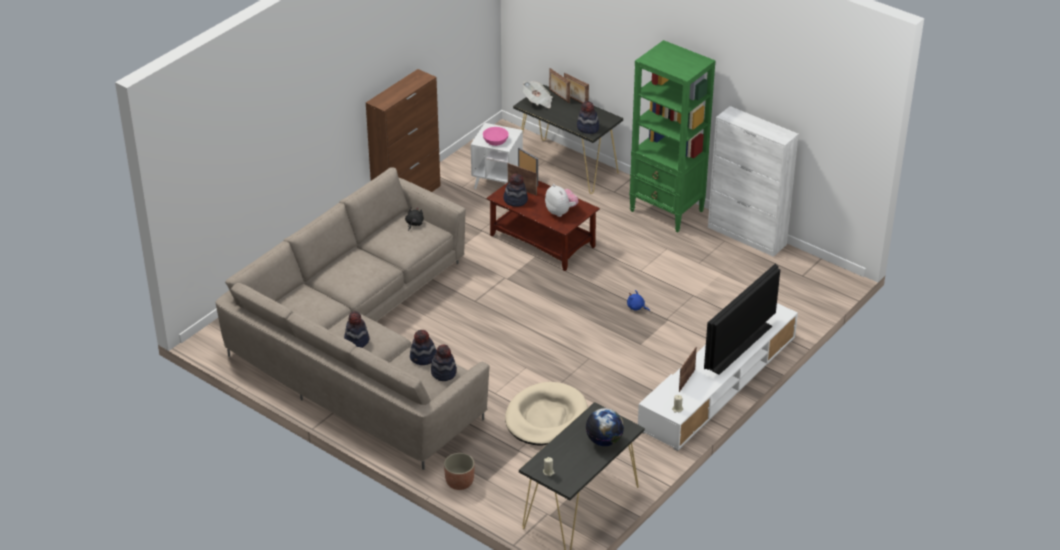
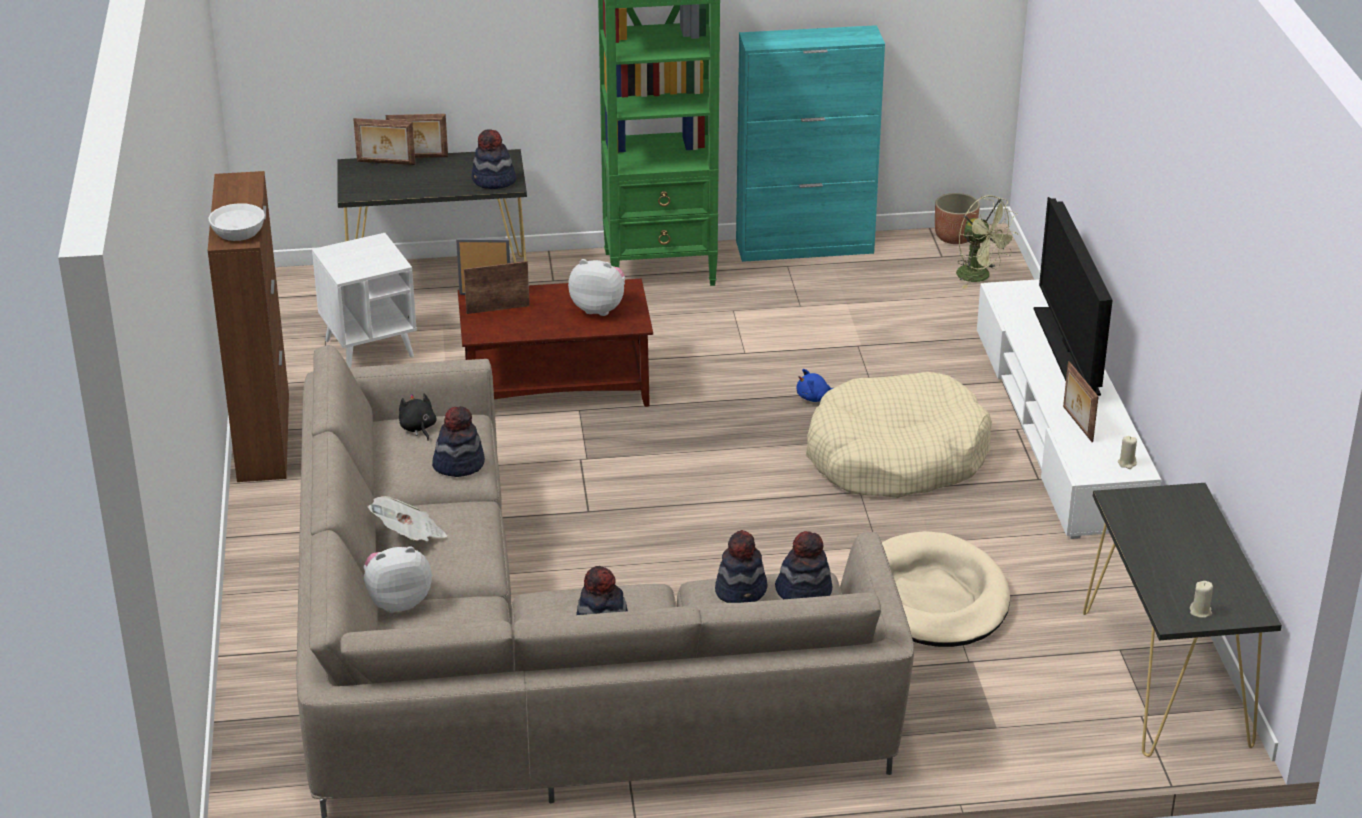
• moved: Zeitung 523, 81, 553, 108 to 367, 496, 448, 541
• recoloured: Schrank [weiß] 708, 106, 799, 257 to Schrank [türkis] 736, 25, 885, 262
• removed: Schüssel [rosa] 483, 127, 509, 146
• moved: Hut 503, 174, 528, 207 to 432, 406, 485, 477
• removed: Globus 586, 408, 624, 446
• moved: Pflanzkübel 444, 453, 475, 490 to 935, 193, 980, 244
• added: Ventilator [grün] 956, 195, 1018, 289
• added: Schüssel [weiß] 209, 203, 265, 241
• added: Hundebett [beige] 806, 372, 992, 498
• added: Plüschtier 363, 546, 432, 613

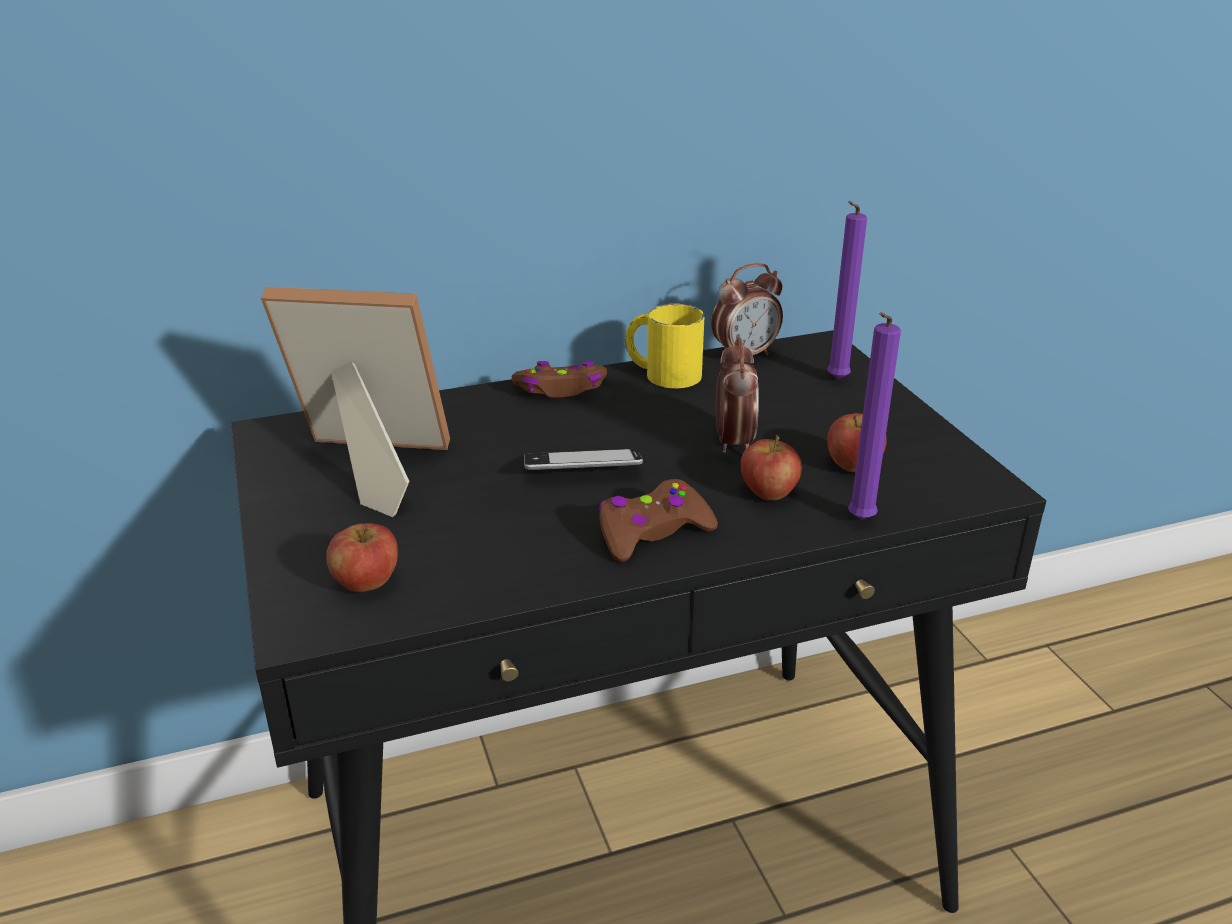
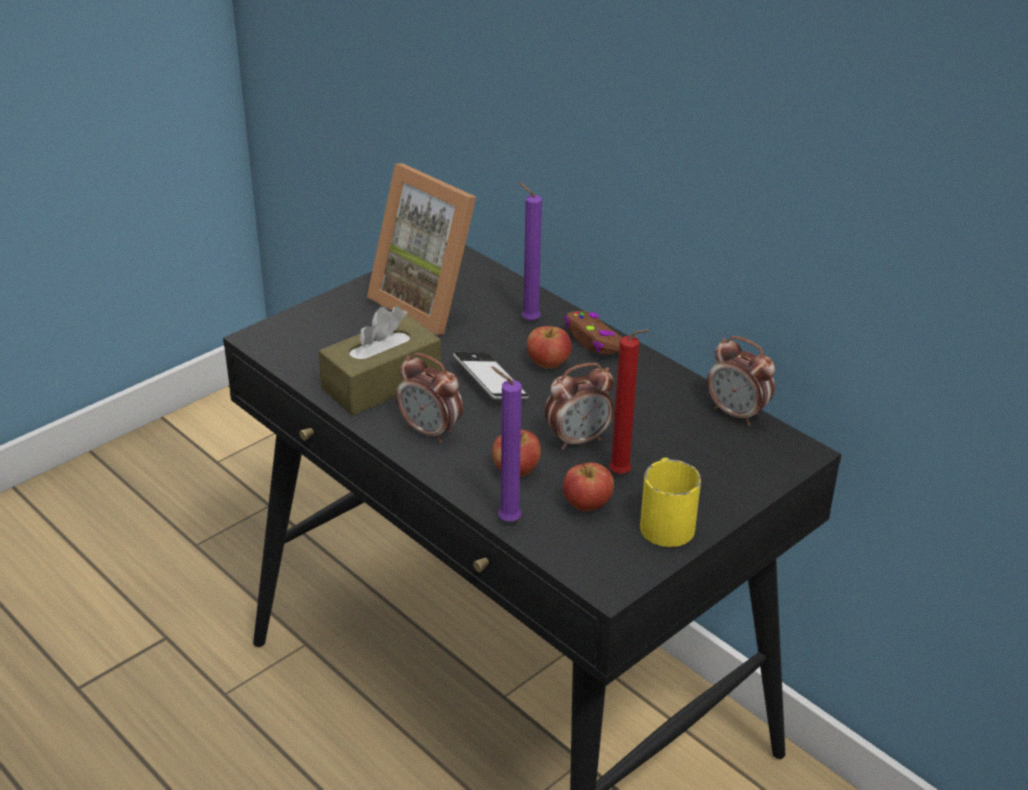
• moved: Kerze [lila] 827, 201, 867, 379 to 517, 181, 542, 321
• turned: Bilderrahmen 261, 287, 450, 517 = 367, 163, 476, 335 150 degrees clockwise
• moved: Henkelbecher [gelb] 625, 304, 705, 388 to 640, 458, 701, 547
• replaced: Gamepad [braun] 598, 479, 718, 562 to Wecker 396, 353, 463, 443
• moved: Apfel 326, 523, 398, 592 to 527, 326, 572, 369
• added: Taschentuchbox [braun] 318, 306, 441, 416
• added: Kerze [rot] 609, 329, 650, 474

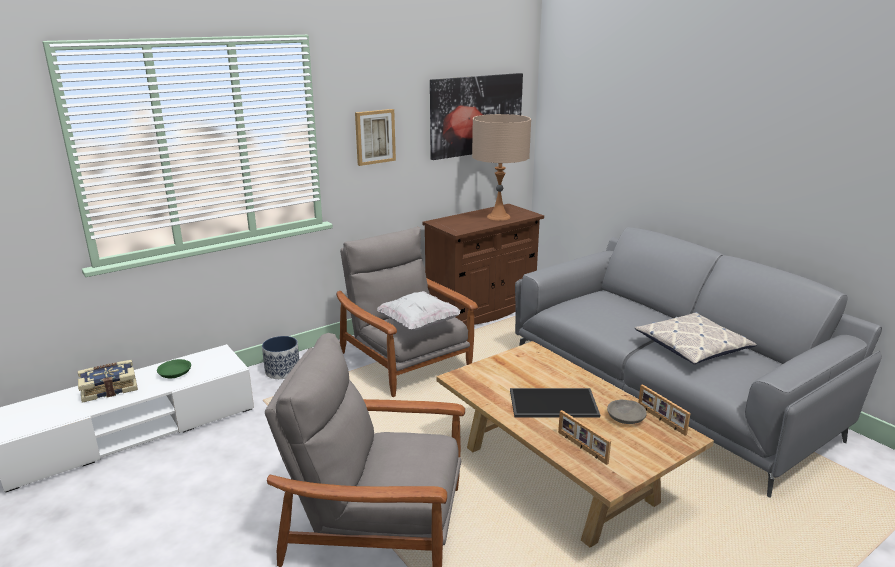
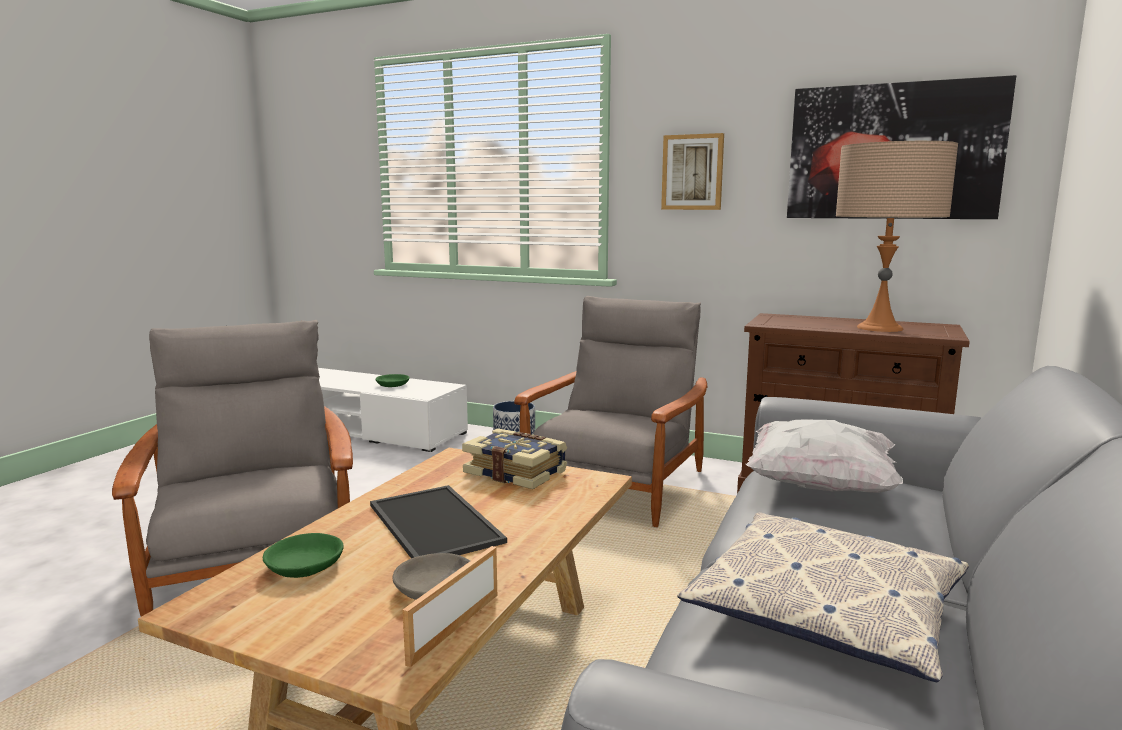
• moved: Kissen [weiß] 377, 291, 460, 331 to 745, 420, 903, 493
• moved: Buch 78, 360, 138, 403 to 462, 428, 567, 489
• replaced: Bilderrahmen 558, 410, 611, 465 to Schüssel [grün] 263, 533, 344, 578

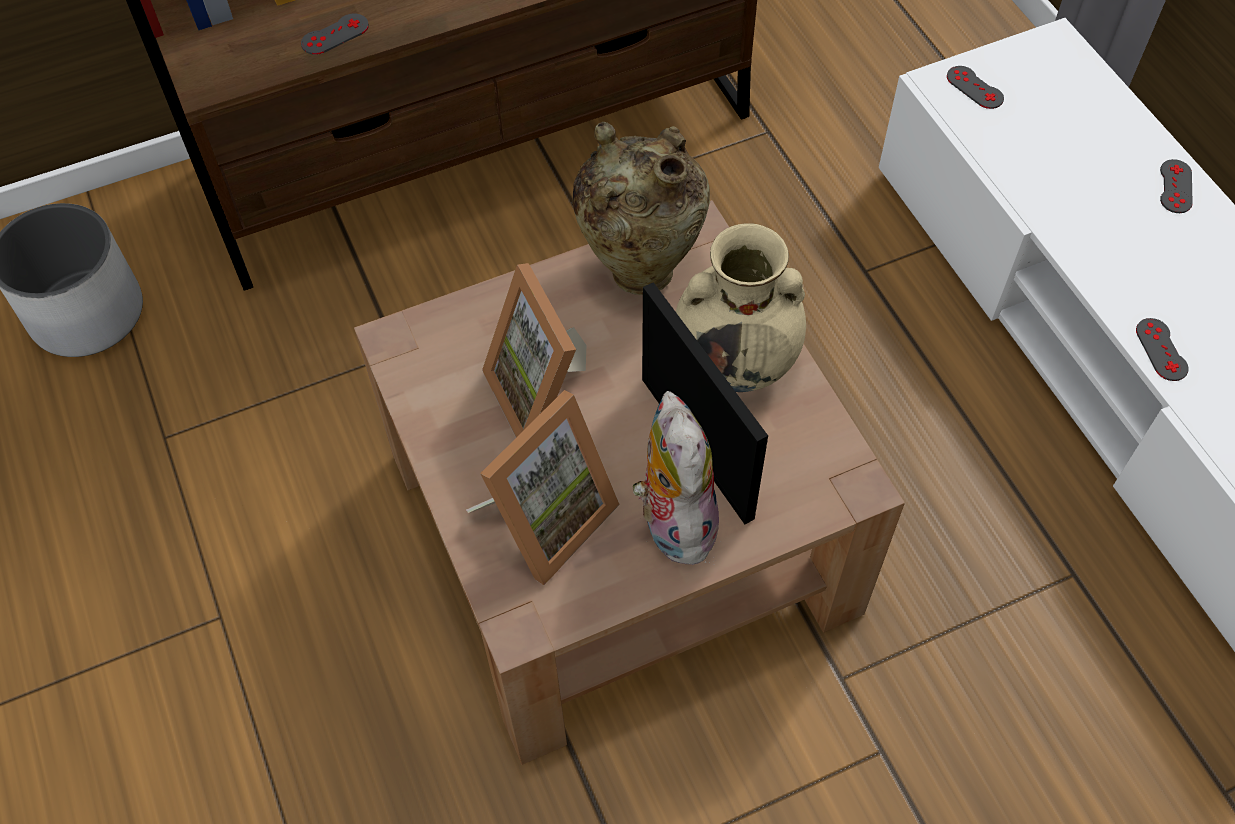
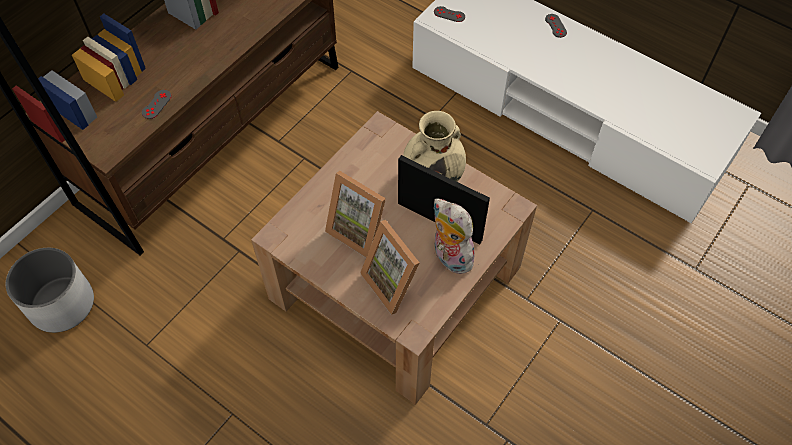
• removed: Vase [beige] 573, 122, 710, 295
• removed: Gamepad [grau] 1136, 318, 1189, 381
• turned: Bilderrahmen 466, 390, 620, 585 = 360, 220, 419, 315 135 degrees clockwise

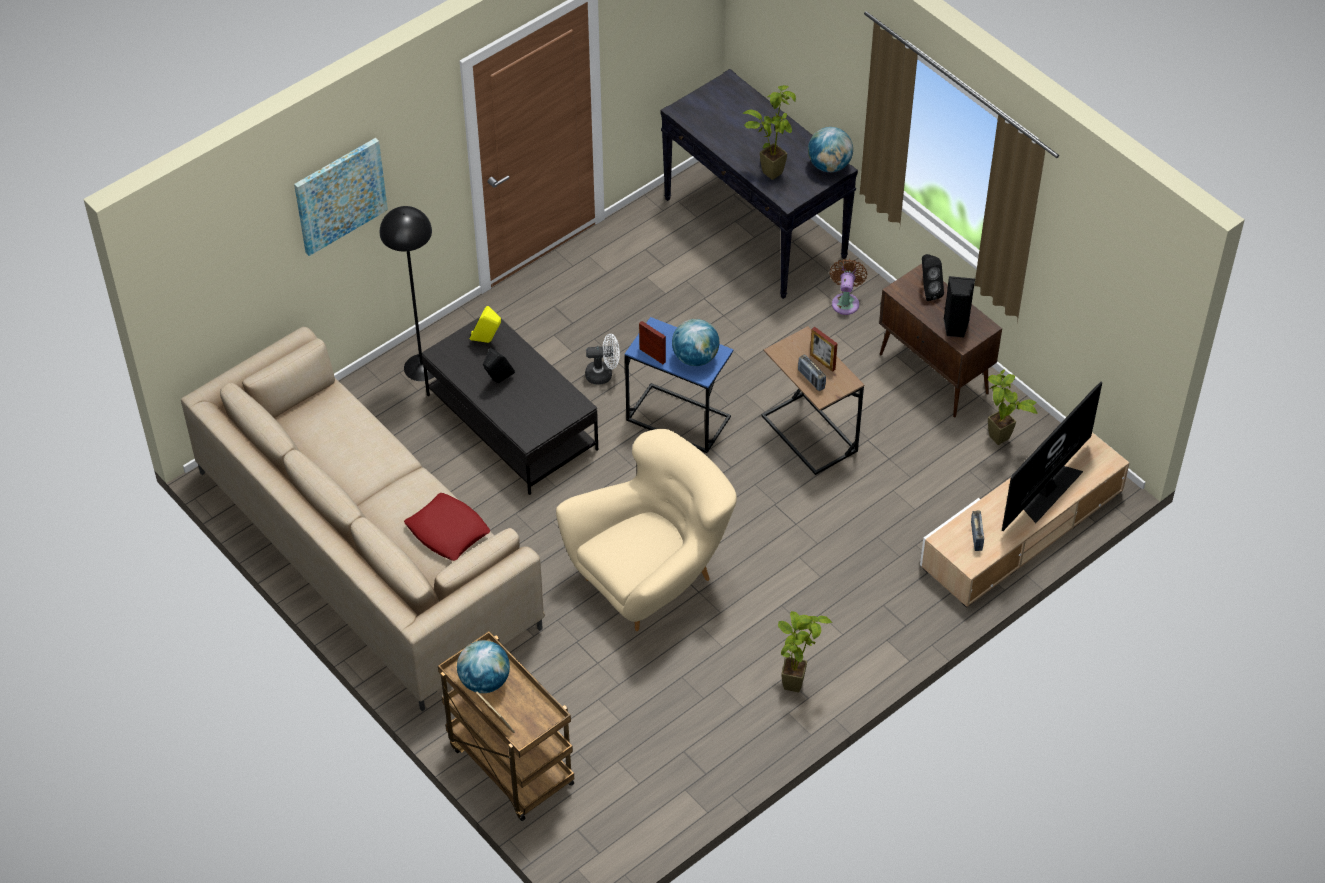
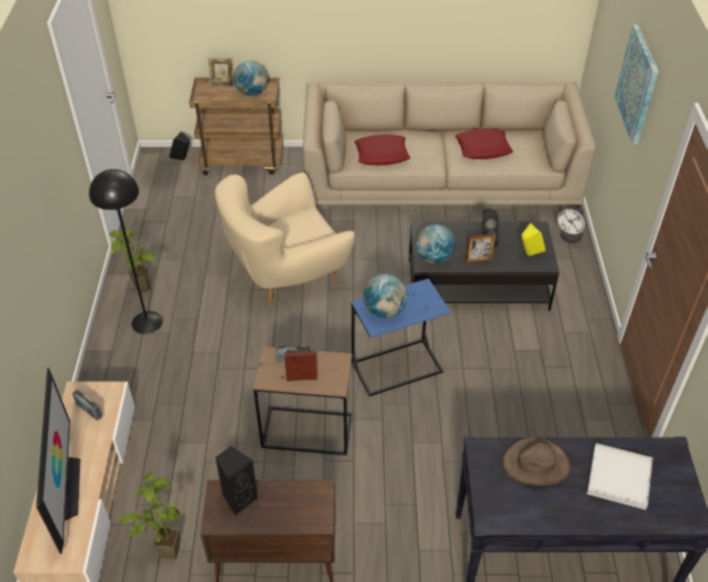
• replaced: Topfpflanze 742, 85, 796, 180 to Hut [braun] 503, 437, 570, 486
• moved: Globus 808, 127, 853, 172 to 416, 224, 456, 264
• moved: Stehlampe [schwarz] 380, 206, 434, 381 to 89, 169, 163, 334
• moved: Lautsprecher [schwarz] 922, 254, 944, 301 to 169, 132, 190, 160
• removed: Ventilator [braun] 829, 259, 867, 315
• moved: Bilderrahmen 639, 321, 666, 364 to 466, 233, 495, 263
• moved: Ventilator [weiß] 585, 334, 620, 385 to 558, 208, 585, 243
• turned: Sessel [beige] 556, 429, 737, 631 = 215, 173, 355, 306 60 degrees clockwise
• added: Kissen [rot] 455, 128, 513, 159
• added: Tablett [weiß] 587, 443, 653, 510

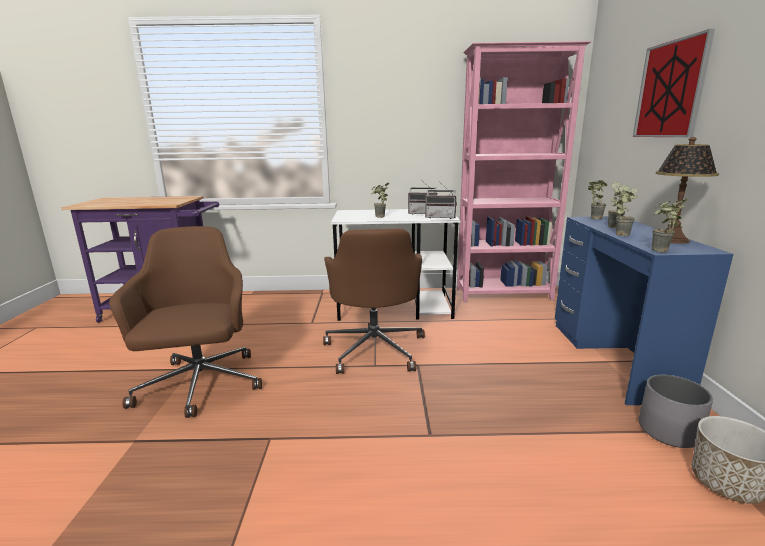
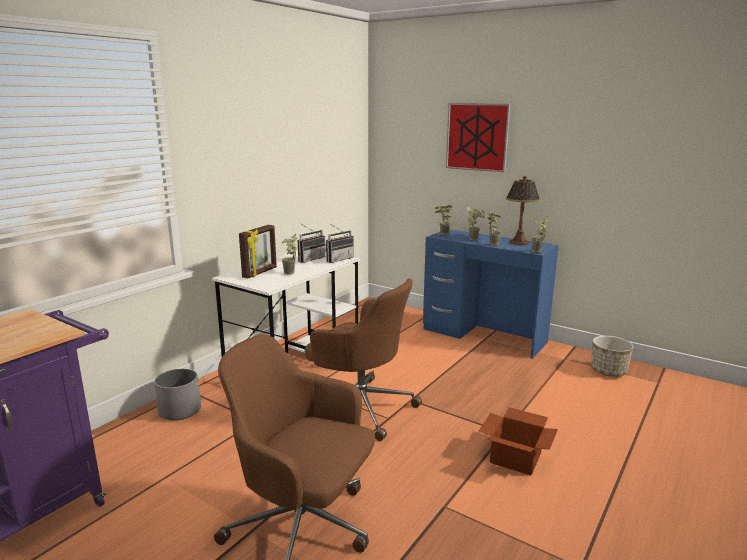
• removed: Bücherregal [rosa] 457, 41, 591, 302
• moved: Pflanzkübel [grau] 639, 375, 713, 448 to 154, 369, 201, 421
• added: Bilderrahmen 239, 225, 277, 278
• added: Karton 479, 407, 558, 475

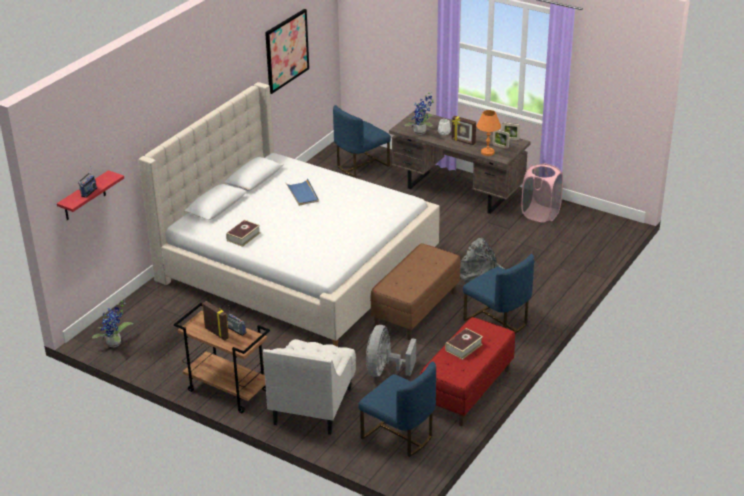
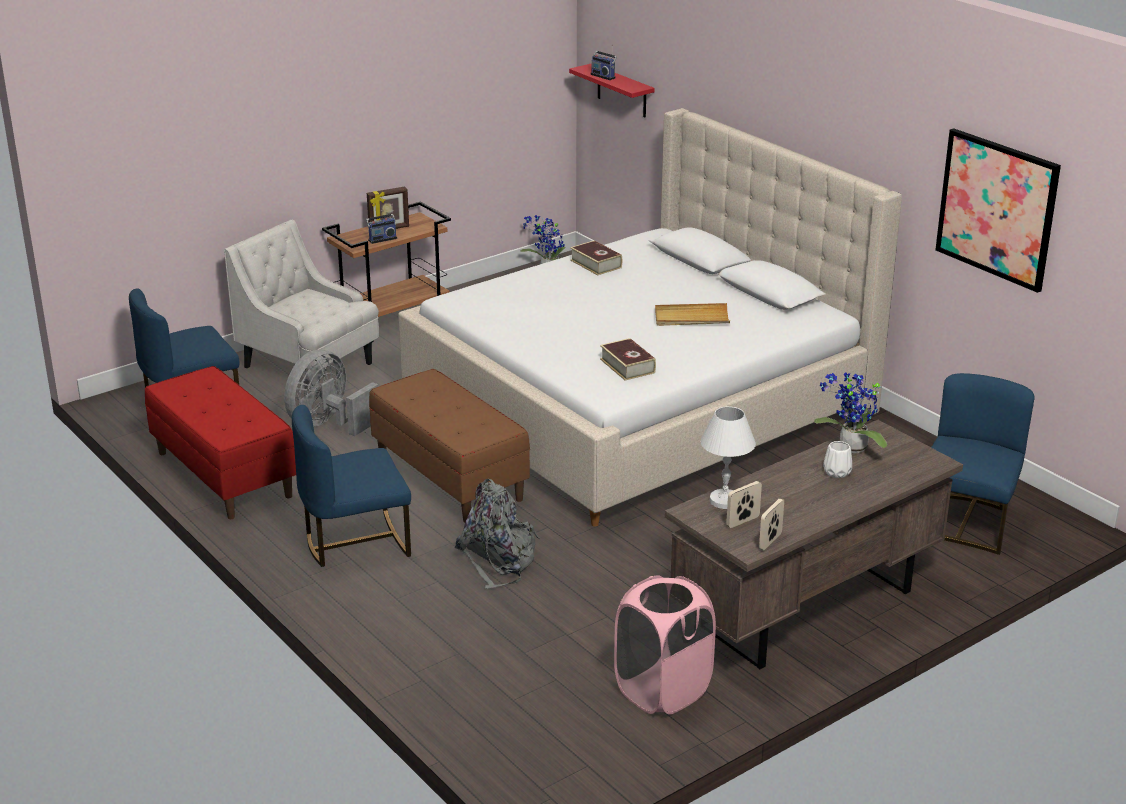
• turned: Stuhl [blau] 333, 105, 391, 177 = 931, 373, 1035, 555 45 degrees clockwise
• recoloured: Tischlampe [orange] 477, 110, 501, 156 to Tischlampe [weiß] 700, 406, 756, 509
• removed: Bilderrahmen 452, 116, 476, 145
• recoloured: Tablett [blau] 286, 178, 319, 206 to Tablett [beige] 655, 303, 730, 326
• turned: Ventilator [grau] 366, 325, 416, 377 = 284, 350, 378, 436 90 degrees counterclockwise
• moved: Buch 445, 328, 483, 360 to 600, 338, 656, 380

